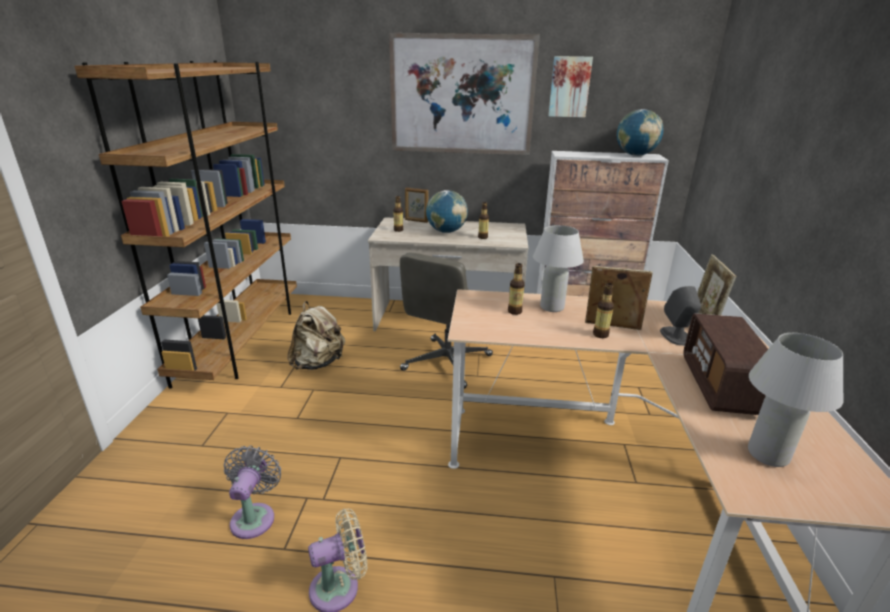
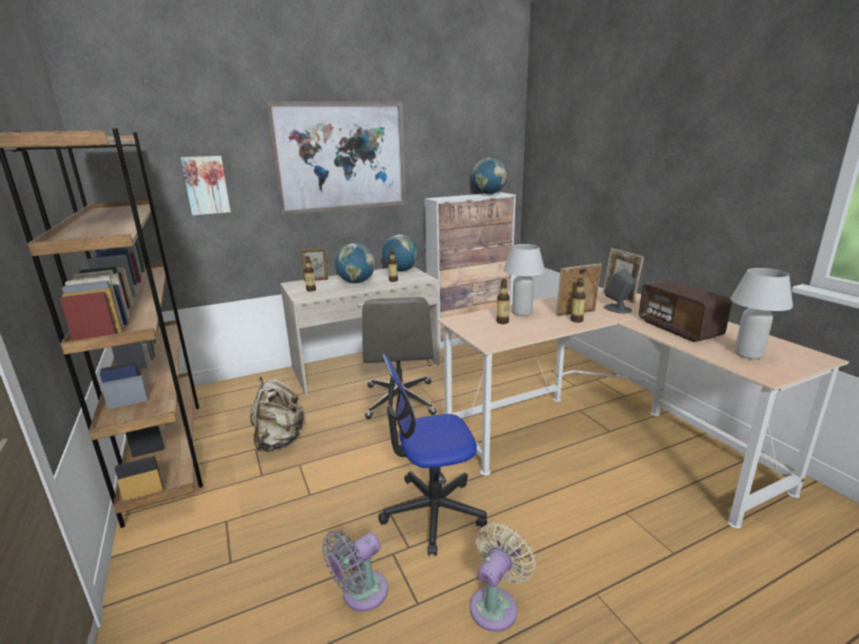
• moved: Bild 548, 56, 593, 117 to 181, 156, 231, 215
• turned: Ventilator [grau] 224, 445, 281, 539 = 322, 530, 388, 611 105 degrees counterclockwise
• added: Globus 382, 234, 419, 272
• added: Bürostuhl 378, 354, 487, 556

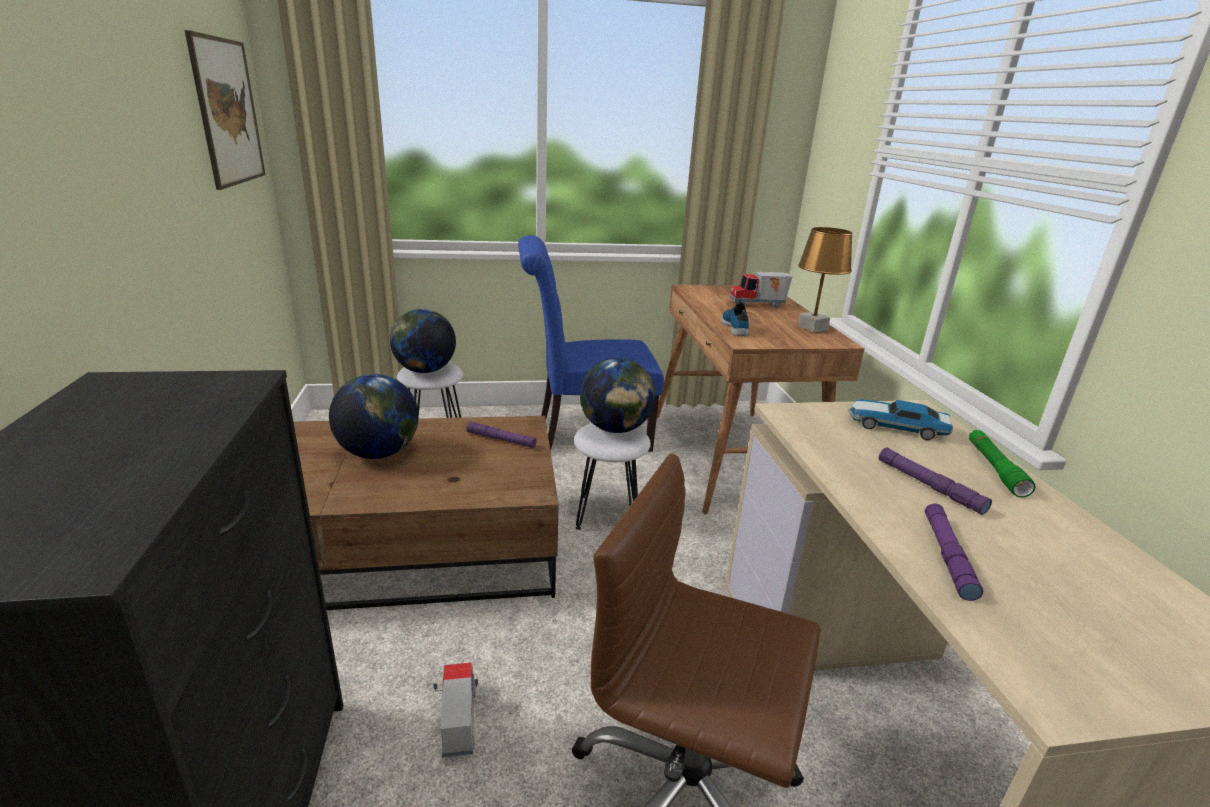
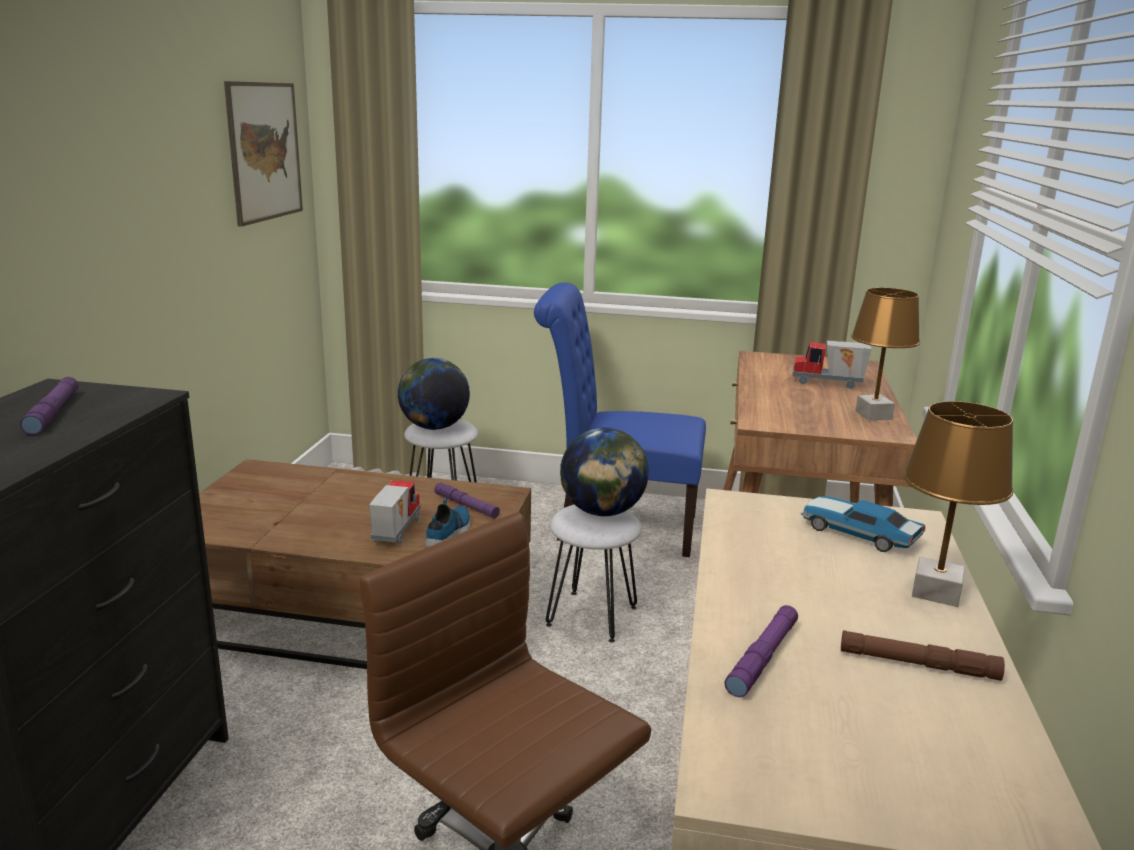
• moved: Schuh 722, 298, 749, 336 to 425, 498, 471, 548
• removed: Globus 329, 374, 419, 459
• replaced: Taschenlampe [grün] 969, 430, 1035, 497 to Tischlampe [braun] 903, 401, 1013, 607
• moved: Taschenlampe [lila] 879, 447, 992, 515 to 20, 377, 78, 435
• moved: Spielzeuglaster 433, 663, 478, 758 to 369, 480, 421, 544
• added: Taschenlampe [braun] 841, 630, 1005, 681

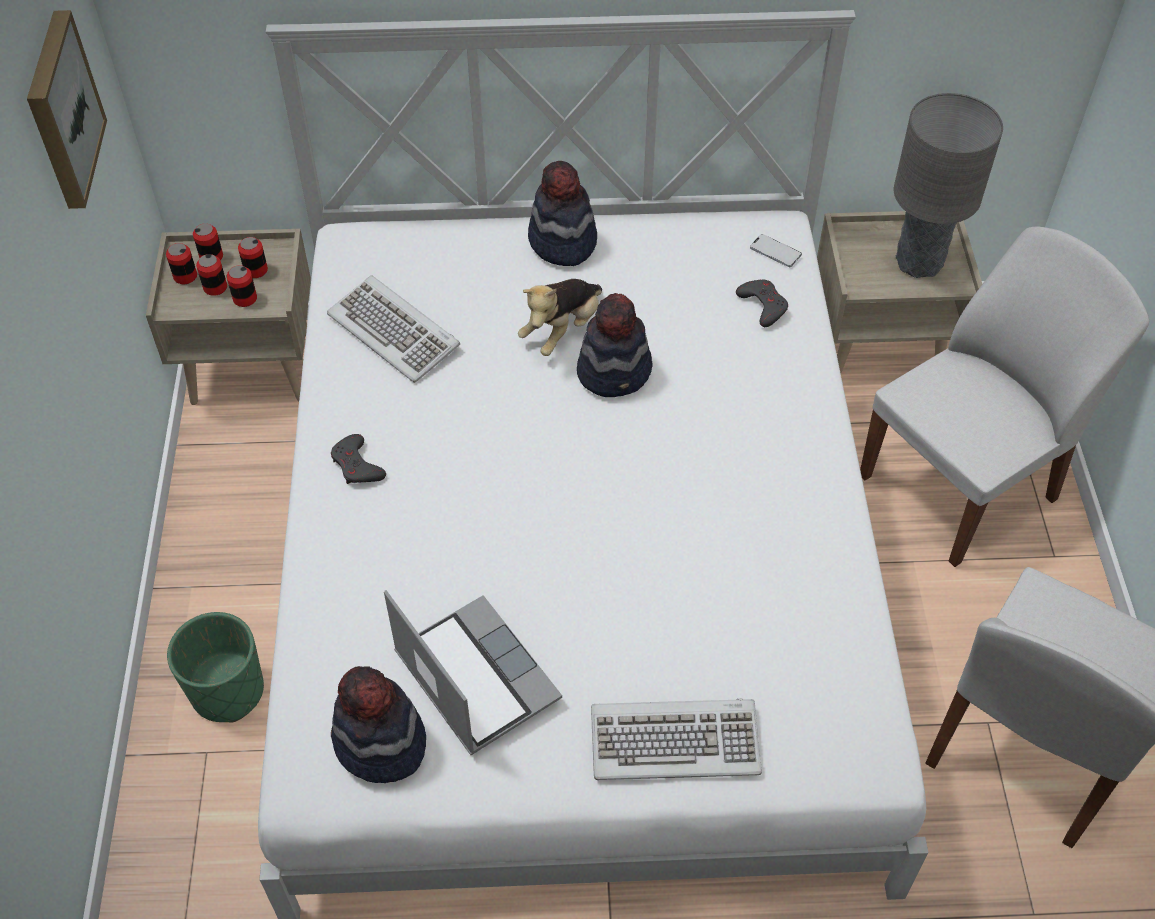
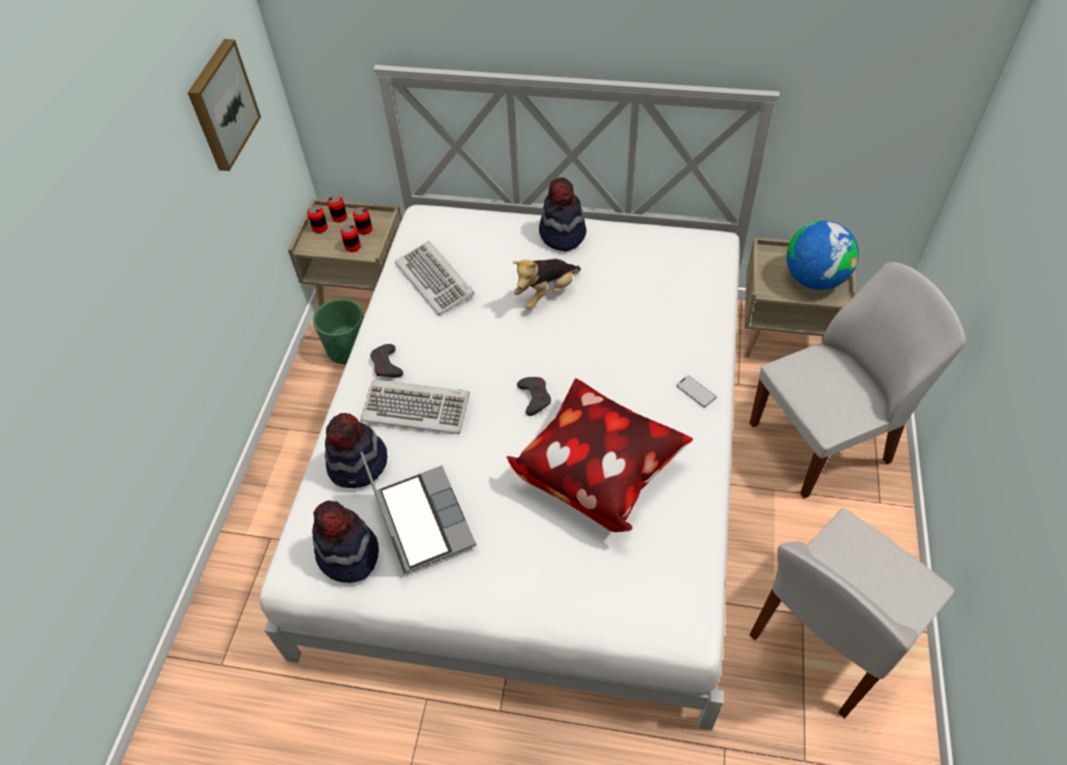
• replaced: Tischlampe [grau] 894, 93, 1003, 278 to Globus 787, 220, 859, 290
• moved: Handy 750, 234, 802, 267 to 676, 375, 716, 408
• removed: Dose 196, 254, 227, 296
• moved: Gamepad [grau] 736, 280, 788, 327 to 517, 377, 551, 416
• moved: Hut 577, 293, 653, 397 to 325, 413, 387, 488
• moved: Pflanzkübel [grün] 167, 612, 264, 722 to 313, 298, 364, 365
• moved: Tastatur 591, 698, 762, 780 to 361, 379, 470, 434
• added: Kissen 506, 378, 693, 532

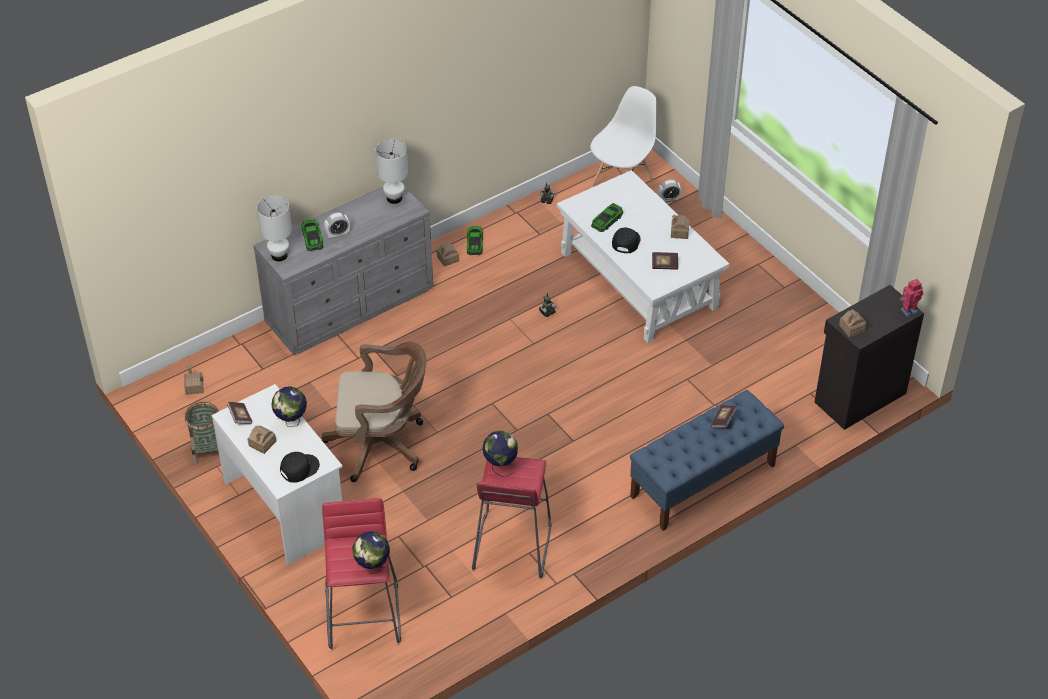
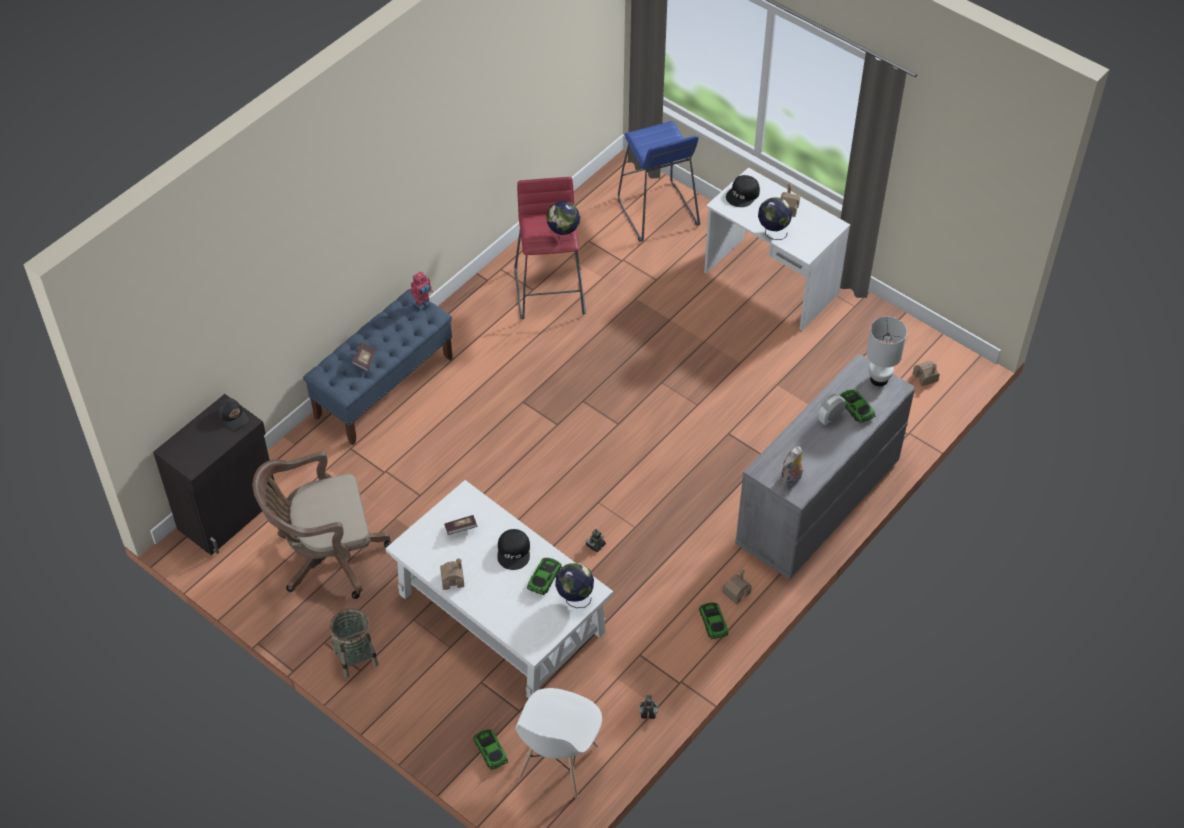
• replaced: Tischlampe [weiß] 376, 139, 408, 204 to Plüschtier 780, 447, 803, 486
• replaced: Wecker 658, 179, 682, 203 to Spielzeugauto 473, 729, 508, 770
• moved: Spielzeugroboter 900, 279, 923, 317 to 410, 271, 433, 310
• replaced: Spielzeughaus 839, 309, 866, 337 to Kappe [schwarz] 217, 398, 249, 429
• moved: Bürostuhl [braun] 322, 342, 427, 482 to 253, 451, 391, 599
• moved: Korb 185, 402, 219, 464 to 330, 608, 378, 678
• removed: Buch 227, 402, 252, 424
• recoloured: Hocker [rot] 322, 498, 401, 649 to Hocker [blau] 618, 121, 700, 242
• moved: Globus 352, 531, 390, 574 to 555, 563, 594, 608

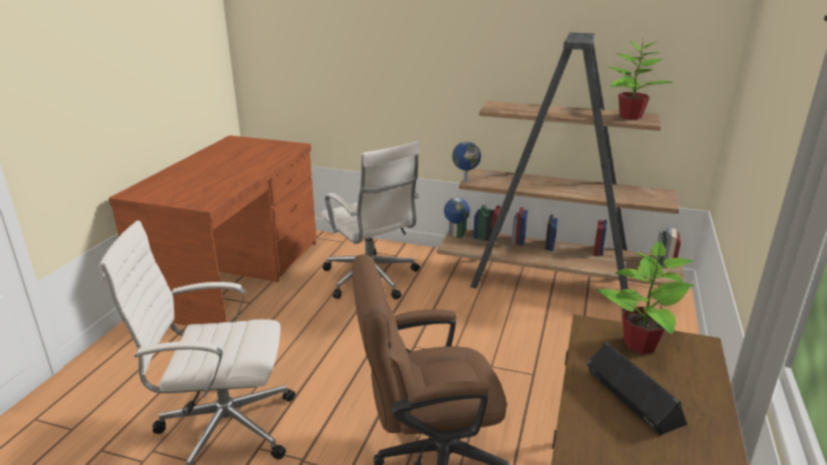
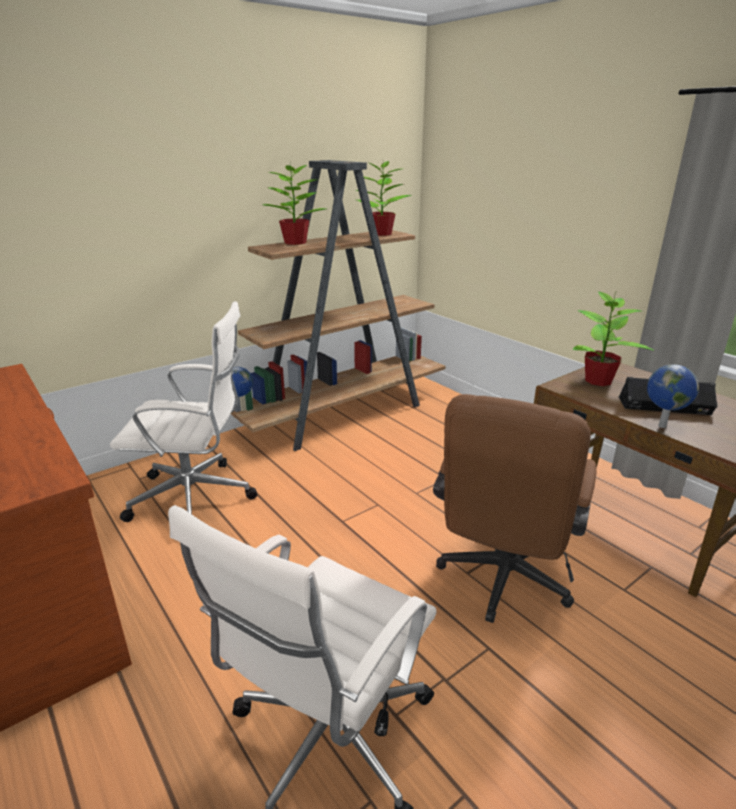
• moved: Globus 452, 141, 481, 183 to 647, 364, 699, 428
• added: Topfpflanze 263, 163, 326, 245

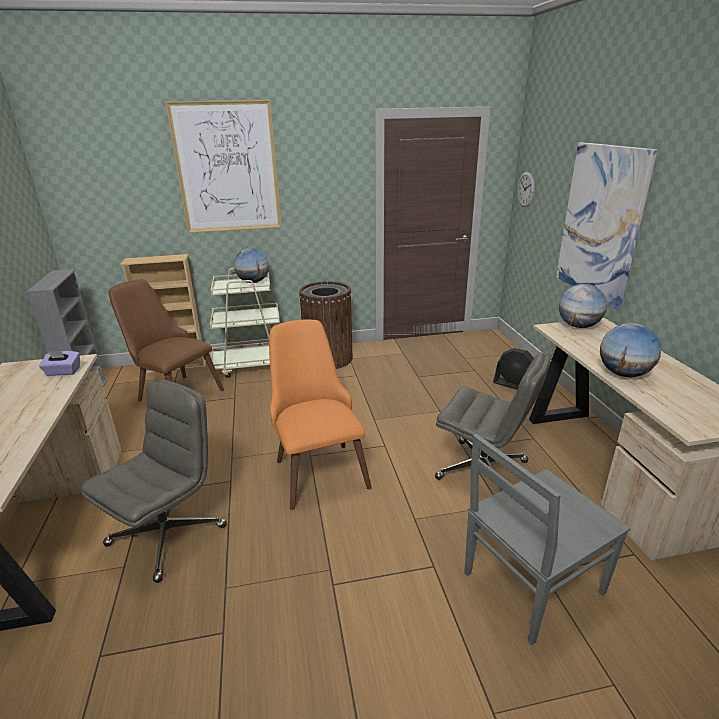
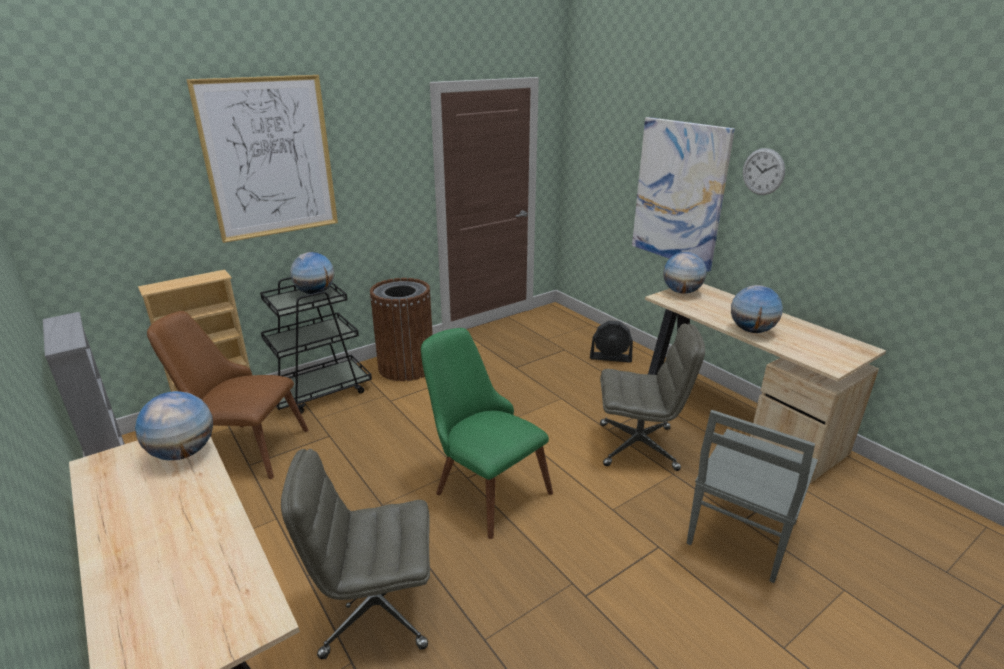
• moved: Wanduhr 517, 172, 535, 207 to 743, 148, 785, 195
• recoloured: Rollwagen [beige] 210, 268, 280, 378 to Rollwagen [schwarz] 260, 277, 372, 414
• recoloured: Stuhl [orange] 269, 319, 372, 510 to Stuhl [grün] 421, 328, 553, 539
• replaced: Taschentuchbox [lila] 39, 351, 80, 376 to Globus 135, 391, 213, 460
• turned: Bürostuhl [grau] 81, 379, 227, 583 = 281, 449, 430, 659 105 degrees counterclockwise

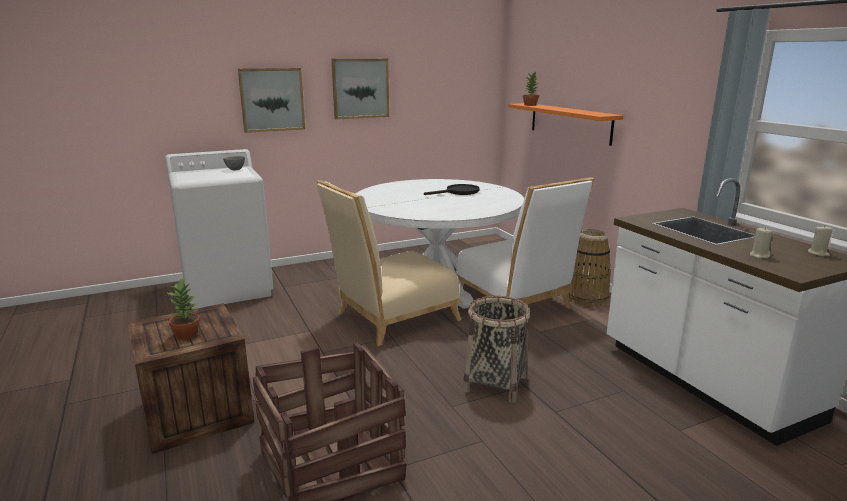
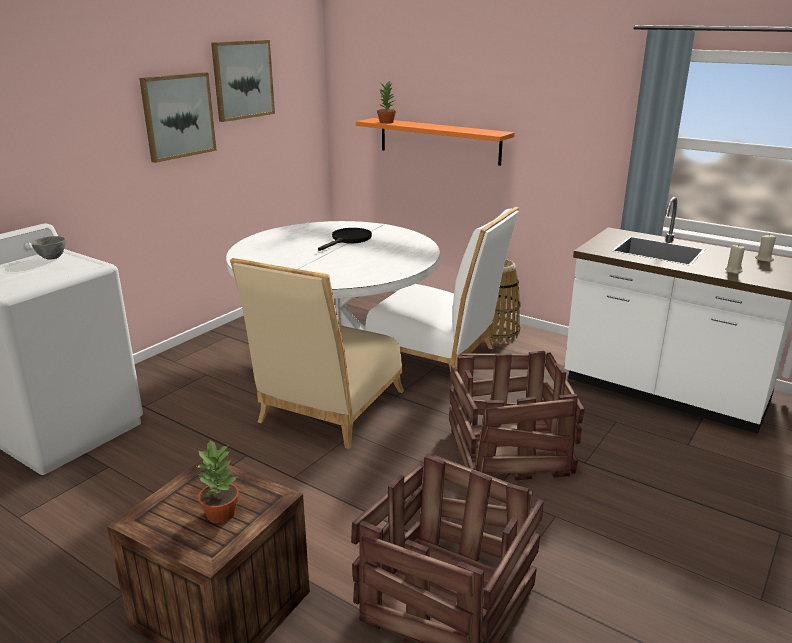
• moved: Bild 238, 68, 305, 133 to 211, 40, 275, 122
• replaced: Korb 463, 296, 530, 403 to Kiste 449, 351, 585, 481

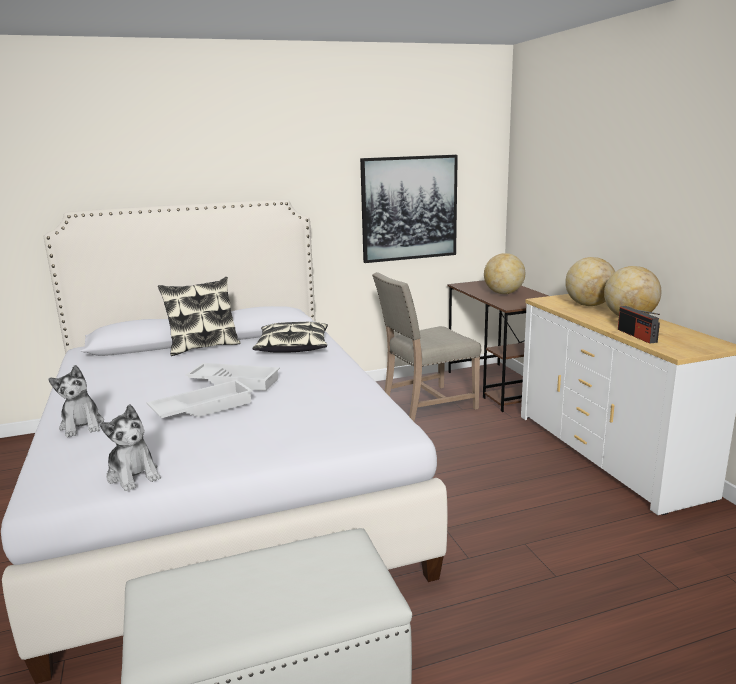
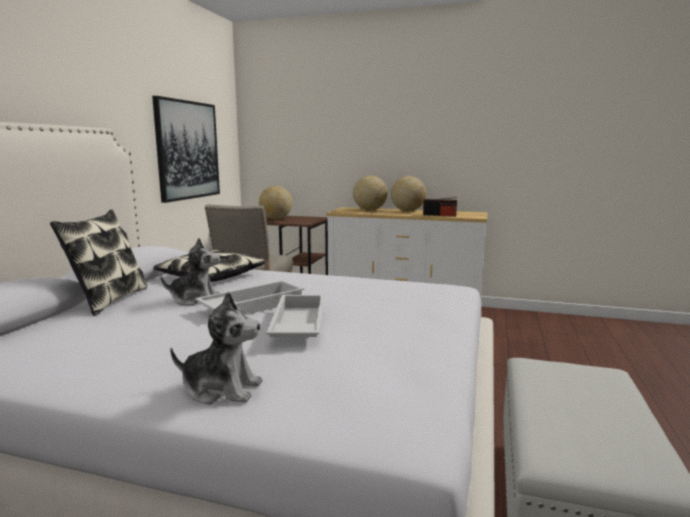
• moved: Plüschtier 100, 404, 161, 491 to 161, 238, 221, 306

